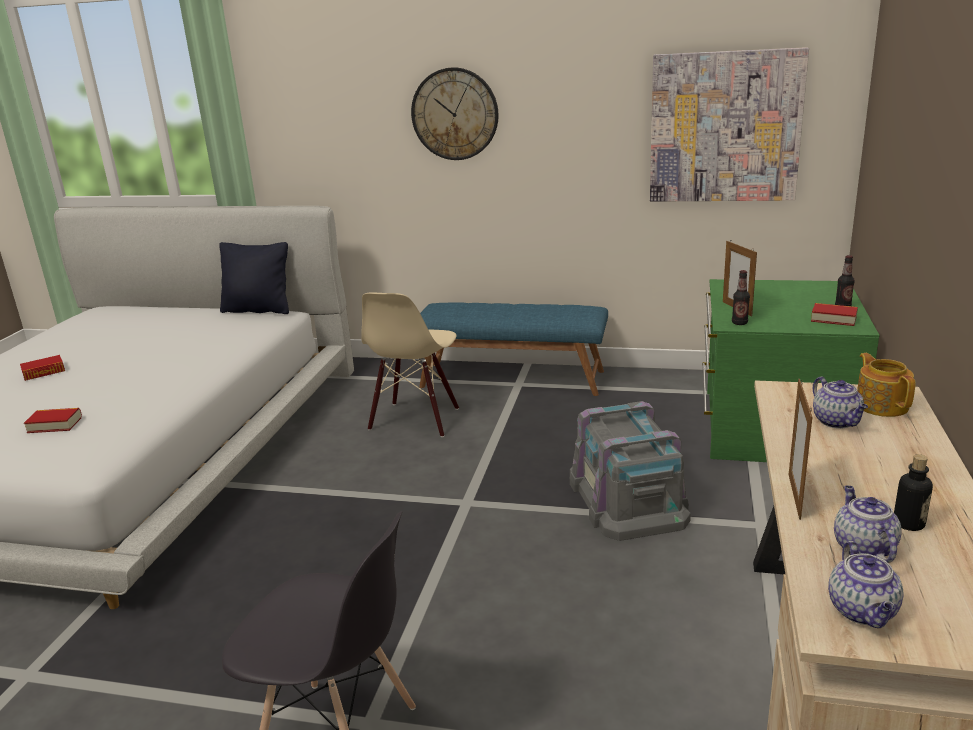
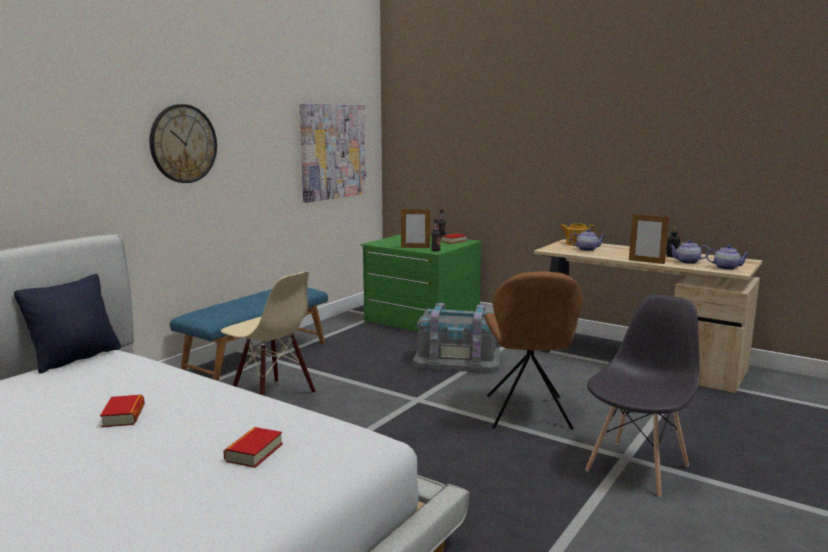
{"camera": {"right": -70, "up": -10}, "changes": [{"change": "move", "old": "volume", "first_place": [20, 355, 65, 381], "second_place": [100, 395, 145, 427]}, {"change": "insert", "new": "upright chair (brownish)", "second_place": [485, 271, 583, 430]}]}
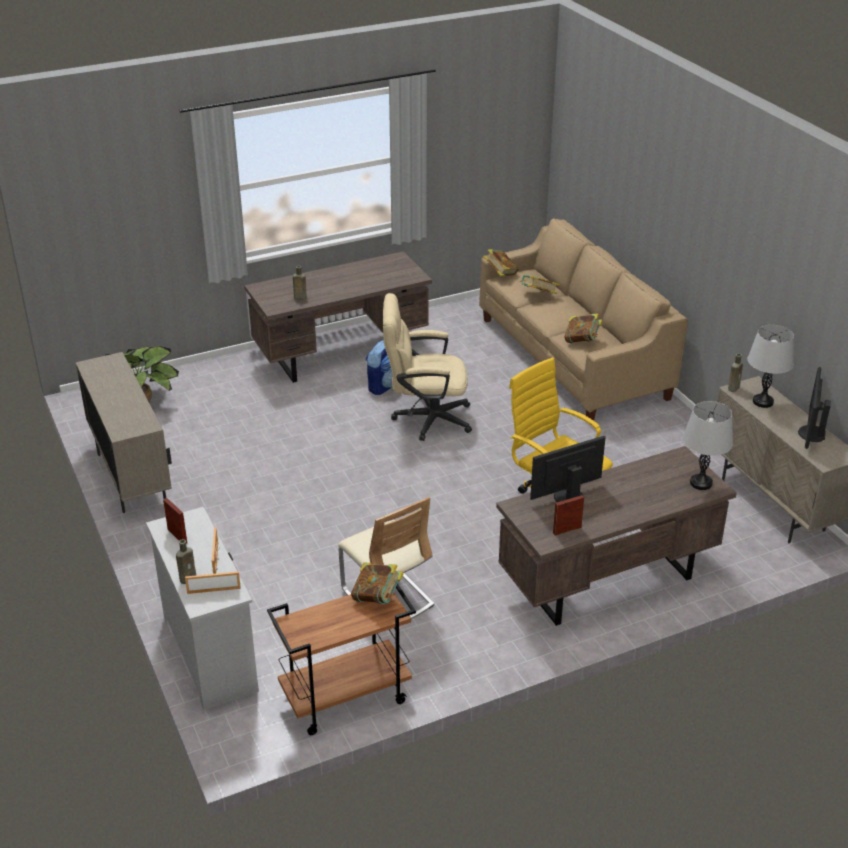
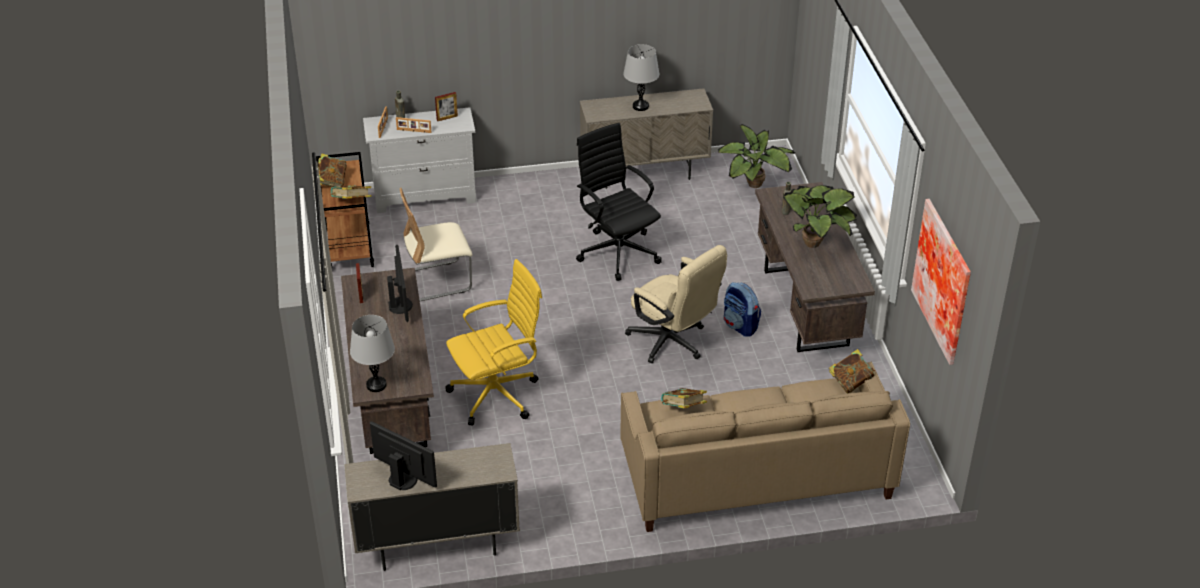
{"camera": {"right": 105, "up": 5}, "changes": [{"change": "move", "old": "volume", "first_place": [521, 275, 560, 294], "second_place": [318, 153, 347, 187]}, {"change": "insert", "new": "desk chair (blackish)", "second_place": [576, 123, 662, 281]}, {"change": "move", "old": "table lamp (greyish)", "first_place": [748, 325, 794, 408], "second_place": [623, 44, 659, 111]}, {"change": "rotate", "old": "desk chair (beige-coloured)", "first_place": [383, 293, 472, 441], "second_place": [625, 245, 727, 363], "degrees": 120}, {"change": "insert", "new": "houseplant", "second_place": [783, 185, 857, 248]}, {"change": "insert", "new": "picture", "second_place": [911, 199, 971, 365]}, {"change": "delete", "old": "beverage bottle (brownish)", "first_place": [728, 354, 743, 392]}]}
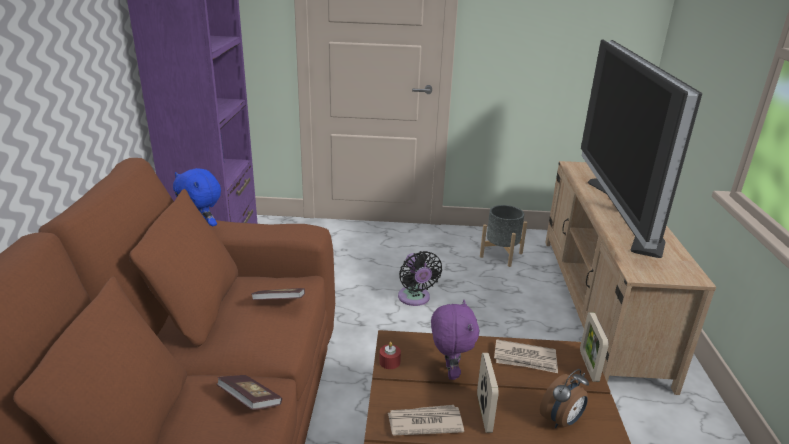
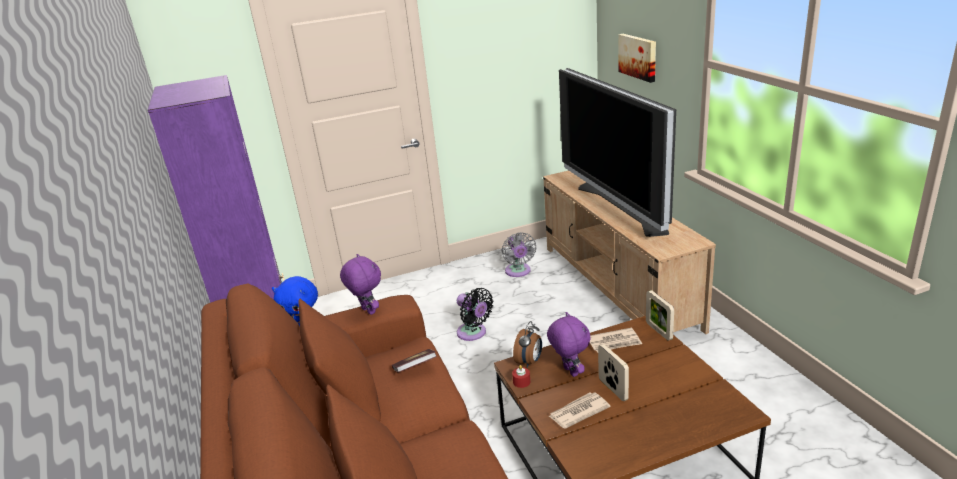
{"camera": {"right": -20, "up": 0}, "changes": [{"change": "insert", "new": "cuddly toy (purple)", "second_place": [340, 254, 381, 315]}, {"change": "replace", "old": "flower pot (greyish)", "new": "electric fan (greyish)", "first_place": [480, 205, 527, 267], "second_place": [502, 232, 537, 277]}, {"change": "move", "old": "alarm clock", "first_place": [540, 369, 589, 428], "second_place": [513, 321, 542, 368]}, {"change": "insert", "new": "picture", "second_place": [618, 34, 656, 83]}, {"change": "delete", "old": "volume", "first_place": [216, 375, 282, 410]}]}
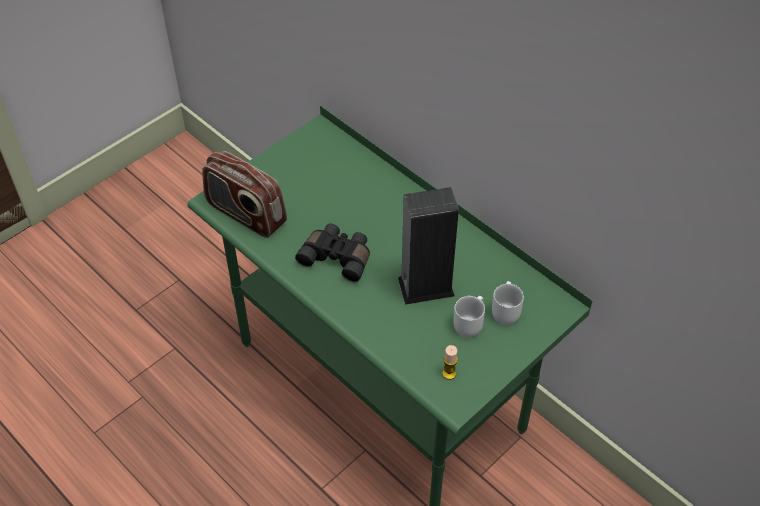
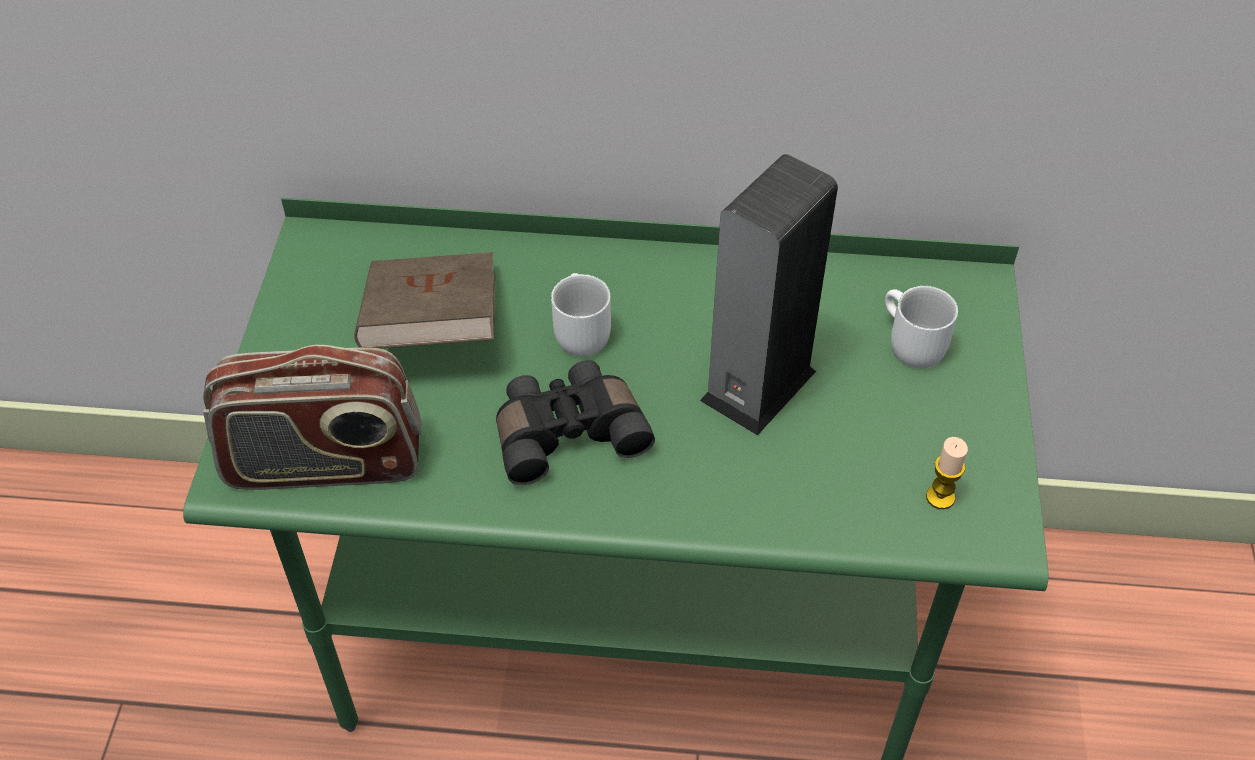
{"camera": {"right": -40, "up": 0}, "changes": [{"change": "insert", "new": "volume (brownish)", "second_place": [354, 252, 495, 349]}, {"change": "move", "old": "mug (whitish)", "first_place": [454, 296, 485, 338], "second_place": [551, 273, 611, 357]}]}
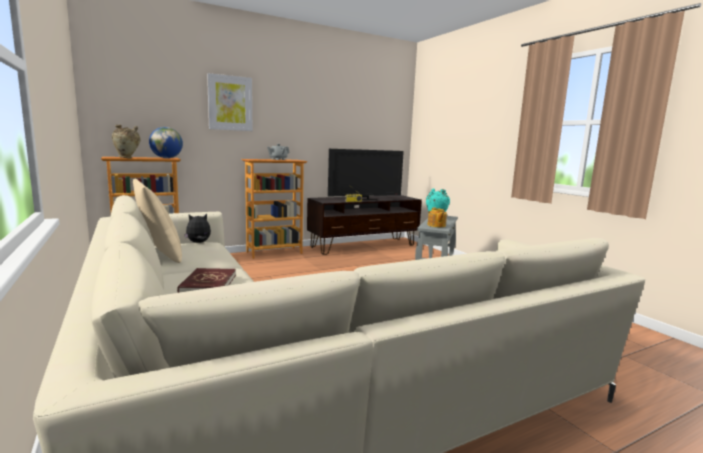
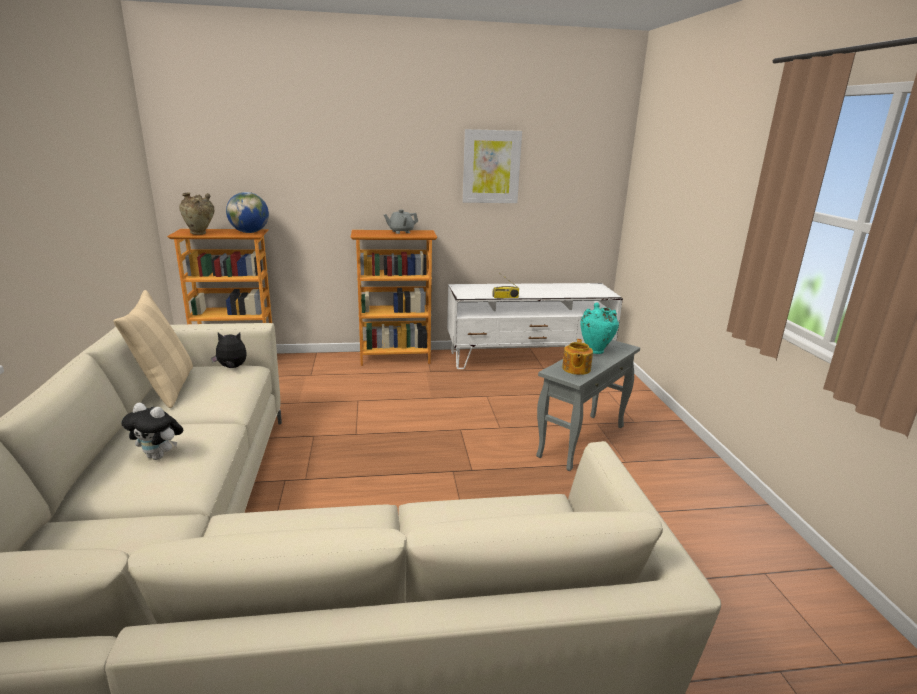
{"camera": {"right": 20, "up": 10}, "changes": [{"change": "replace", "old": "volume (reddish)", "new": "cuddly toy", "first_place": [177, 268, 236, 293], "second_place": [121, 403, 183, 460]}, {"change": "recolor", "old": "tv unit (brownish)", "new": "tv unit (whitish)", "first_place": [307, 195, 422, 255], "second_place": [447, 283, 623, 369]}, {"change": "move", "old": "picture", "first_place": [207, 73, 252, 131], "second_place": [462, 129, 522, 203]}, {"change": "delete", "old": "TV set", "first_place": [328, 149, 404, 200]}]}
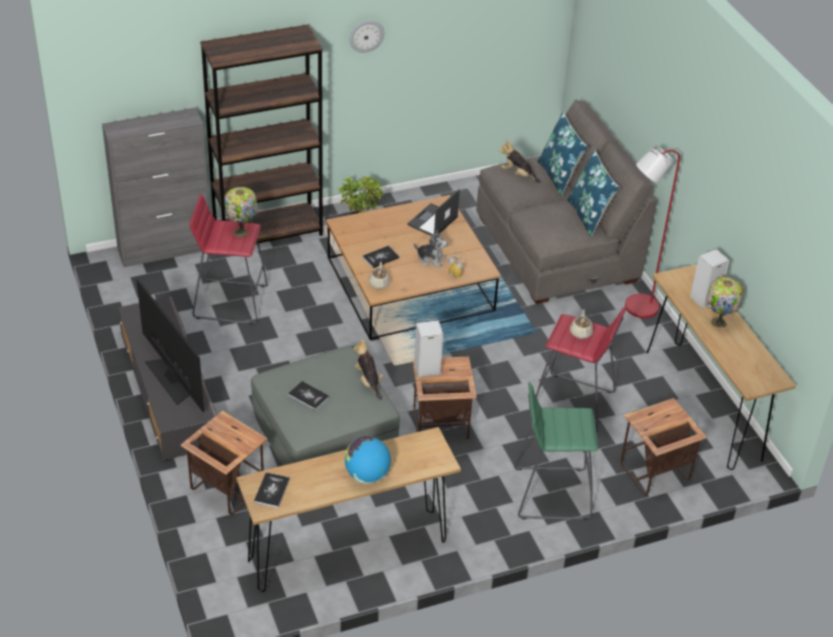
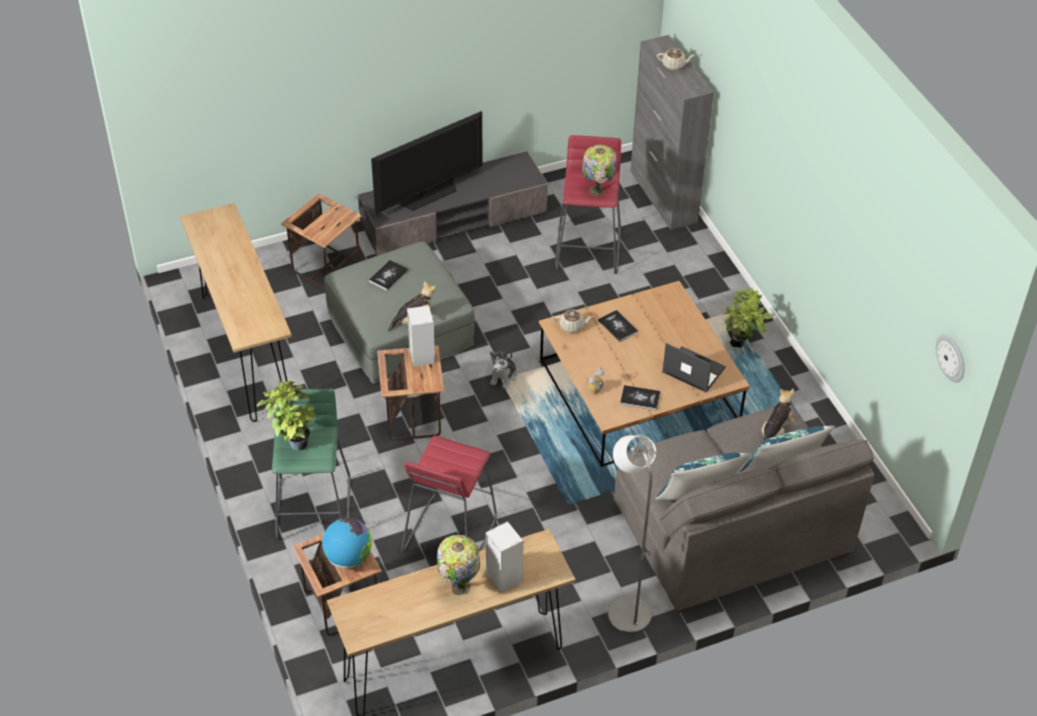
{"camera": {"right": 90, "up": 5}, "changes": [{"change": "insert", "new": "houseplant", "second_place": [257, 381, 316, 451]}, {"change": "move", "old": "desk globe", "first_place": [344, 436, 391, 484], "second_place": [322, 518, 372, 568]}, {"change": "move", "old": "cuddly toy", "first_place": [414, 230, 448, 267], "second_place": [490, 351, 517, 389]}, {"change": "recolor", "old": "standard lamp (reddish)", "new": "standard lamp (greyish)", "first_place": [625, 145, 680, 318], "second_place": [608, 435, 657, 634]}, {"change": "move", "old": "volume", "first_place": [254, 472, 290, 508], "second_place": [620, 385, 660, 410]}, {"change": "move", "old": "tea pot (beige-coloured)", "first_place": [570, 309, 594, 339], "second_place": [657, 49, 695, 70]}, {"change": "move", "old": "wall clock", "first_place": [349, 20, 384, 53], "second_place": [936, 335, 964, 382]}, {"change": "delete", "old": "shelving unit (brownish)", "first_place": [200, 24, 323, 244]}]}
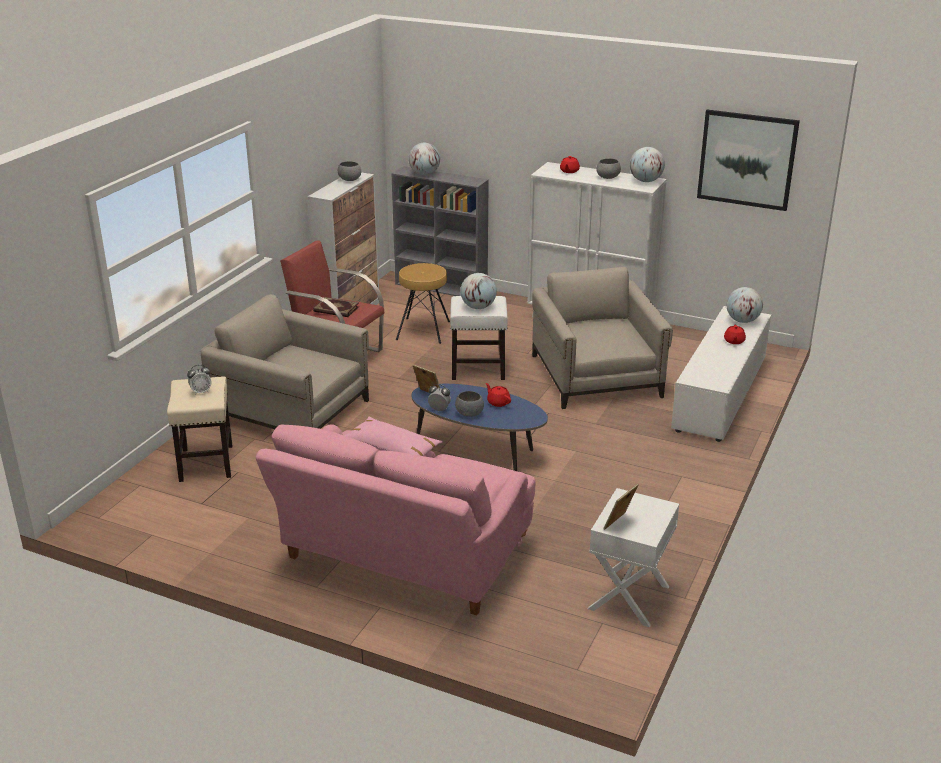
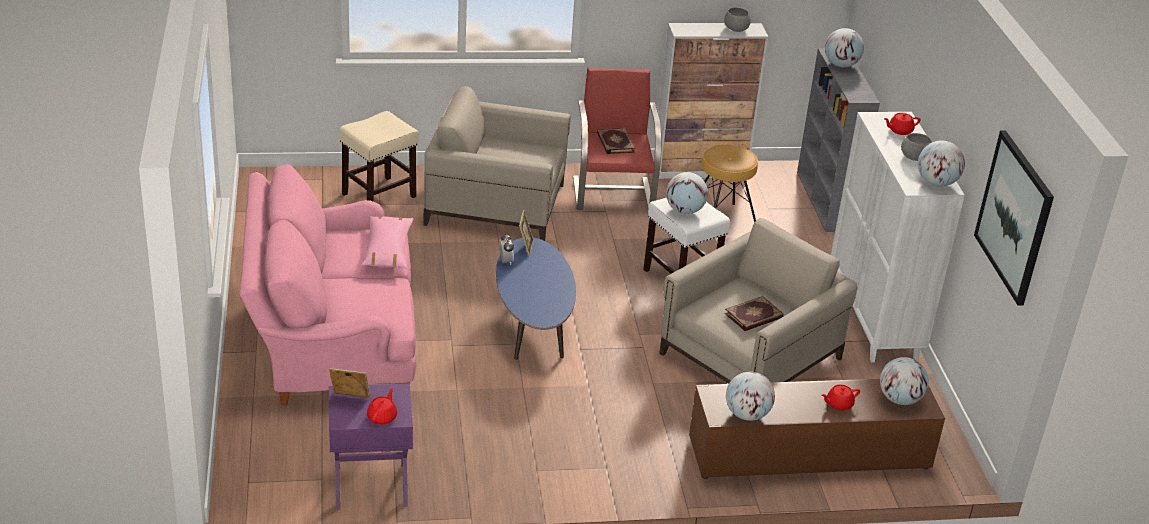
{"camera": {"right": 55, "up": 5}, "changes": [{"change": "recolor", "old": "nightstand (whitish)", "new": "nightstand (purple)", "first_place": [588, 488, 679, 627], "second_place": [329, 383, 413, 510]}, {"change": "move", "old": "tea pot (reddish)", "first_place": [486, 383, 511, 407], "second_place": [367, 388, 397, 424]}, {"change": "rotate", "old": "armchair (beige-coloured)", "first_place": [201, 294, 369, 429], "second_place": [423, 86, 571, 241], "degrees": -75}, {"change": "recolor", "old": "tv unit (whitish)", "new": "tv unit (brownish)", "first_place": [671, 306, 771, 442], "second_place": [689, 379, 945, 479]}, {"change": "insert", "new": "volume", "second_place": [725, 296, 784, 331]}, {"change": "insert", "new": "desk globe", "second_place": [726, 371, 775, 421]}, {"change": "delete", "old": "alarm clock", "first_place": [187, 365, 211, 395]}, {"change": "delete", "old": "bowl (greyish)", "first_place": [455, 391, 484, 417]}]}
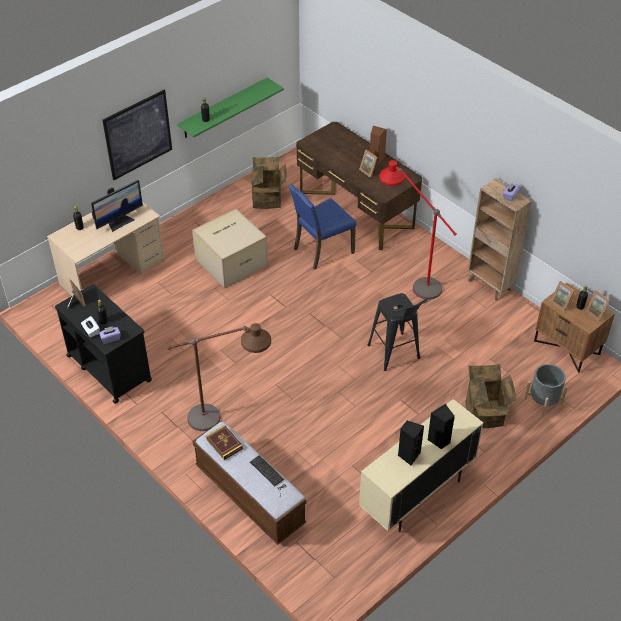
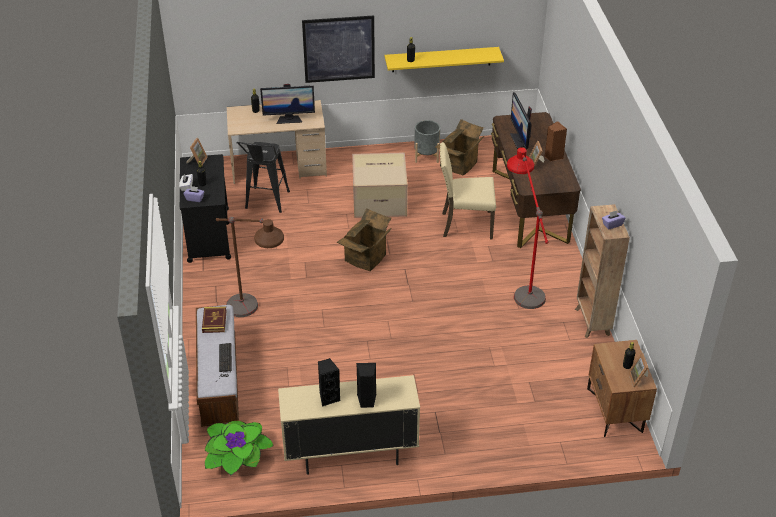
{"camera": {"right": 35, "up": -5}, "changes": [{"change": "insert", "new": "houseplant", "second_place": [205, 421, 274, 475]}, {"change": "move", "old": "stool seat (blackish)", "first_place": [368, 293, 431, 371], "second_place": [236, 142, 290, 213]}, {"change": "move", "old": "packing box", "first_place": [466, 364, 516, 428], "second_place": [337, 208, 392, 271]}, {"change": "recolor", "old": "shelf (green-coloured)", "new": "shelf (yellow-coloured)", "first_place": [177, 78, 284, 138], "second_place": [385, 47, 504, 72]}, {"change": "move", "old": "flower pot (greyish)", "first_place": [524, 364, 568, 417], "second_place": [414, 120, 440, 163]}, {"change": "recolor", "old": "upright chair (blue-coloured)", "new": "upright chair (beige-coloured)", "first_place": [288, 184, 357, 270], "second_place": [440, 142, 496, 240]}, {"change": "insert", "new": "computer display", "second_place": [510, 92, 532, 150]}, {"change": "delete", "old": "photo frame", "first_place": [550, 281, 575, 311]}]}
